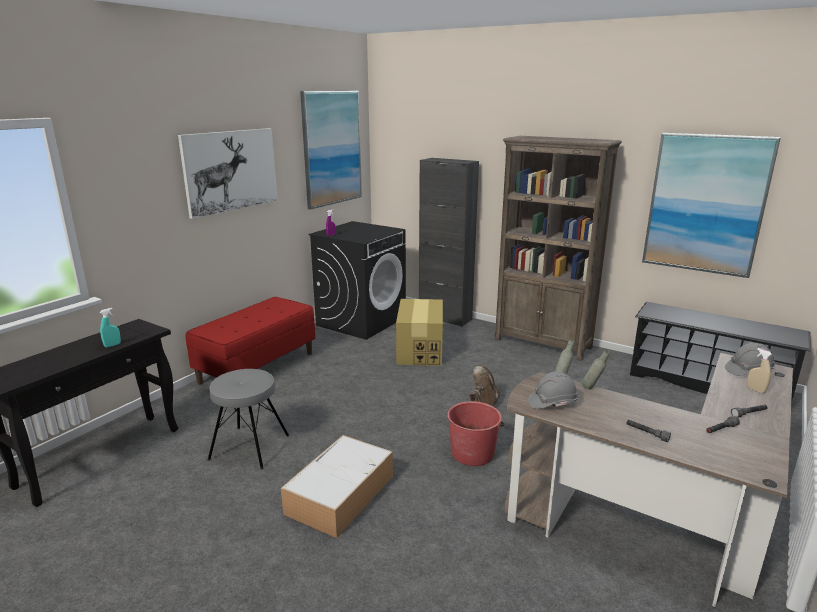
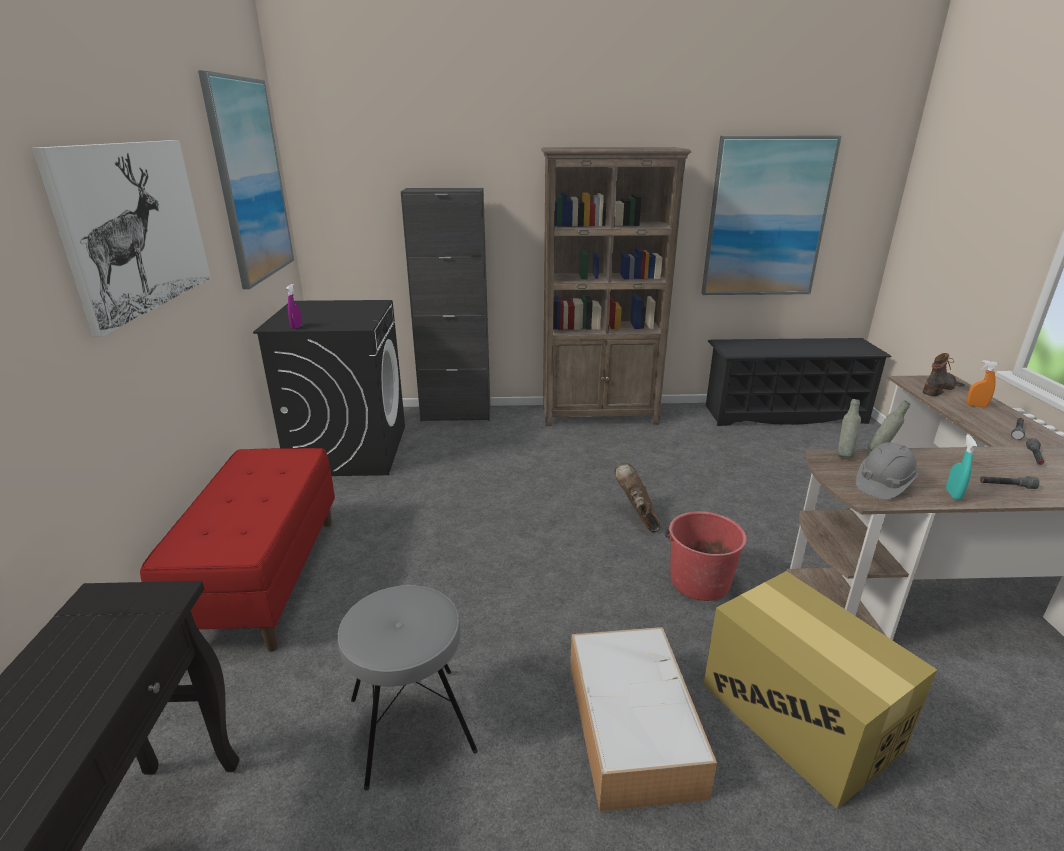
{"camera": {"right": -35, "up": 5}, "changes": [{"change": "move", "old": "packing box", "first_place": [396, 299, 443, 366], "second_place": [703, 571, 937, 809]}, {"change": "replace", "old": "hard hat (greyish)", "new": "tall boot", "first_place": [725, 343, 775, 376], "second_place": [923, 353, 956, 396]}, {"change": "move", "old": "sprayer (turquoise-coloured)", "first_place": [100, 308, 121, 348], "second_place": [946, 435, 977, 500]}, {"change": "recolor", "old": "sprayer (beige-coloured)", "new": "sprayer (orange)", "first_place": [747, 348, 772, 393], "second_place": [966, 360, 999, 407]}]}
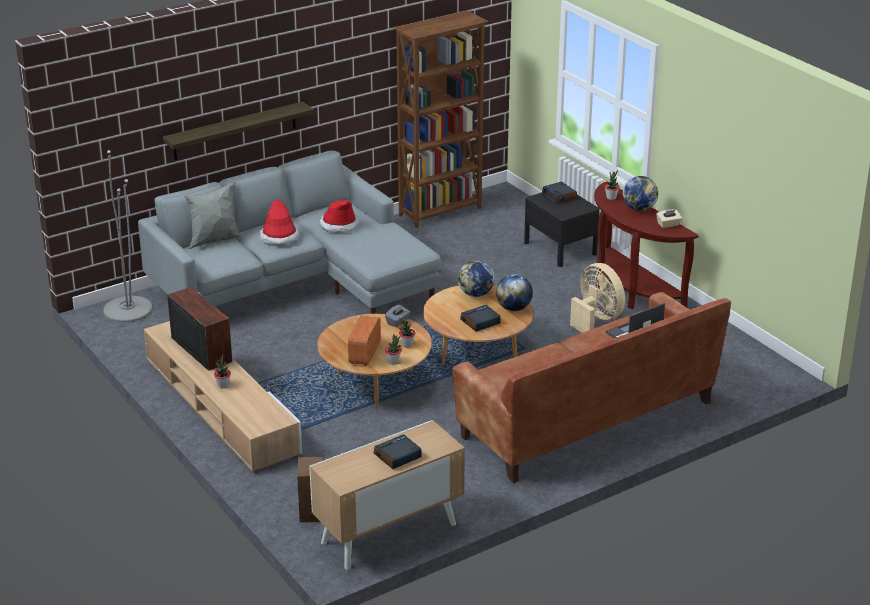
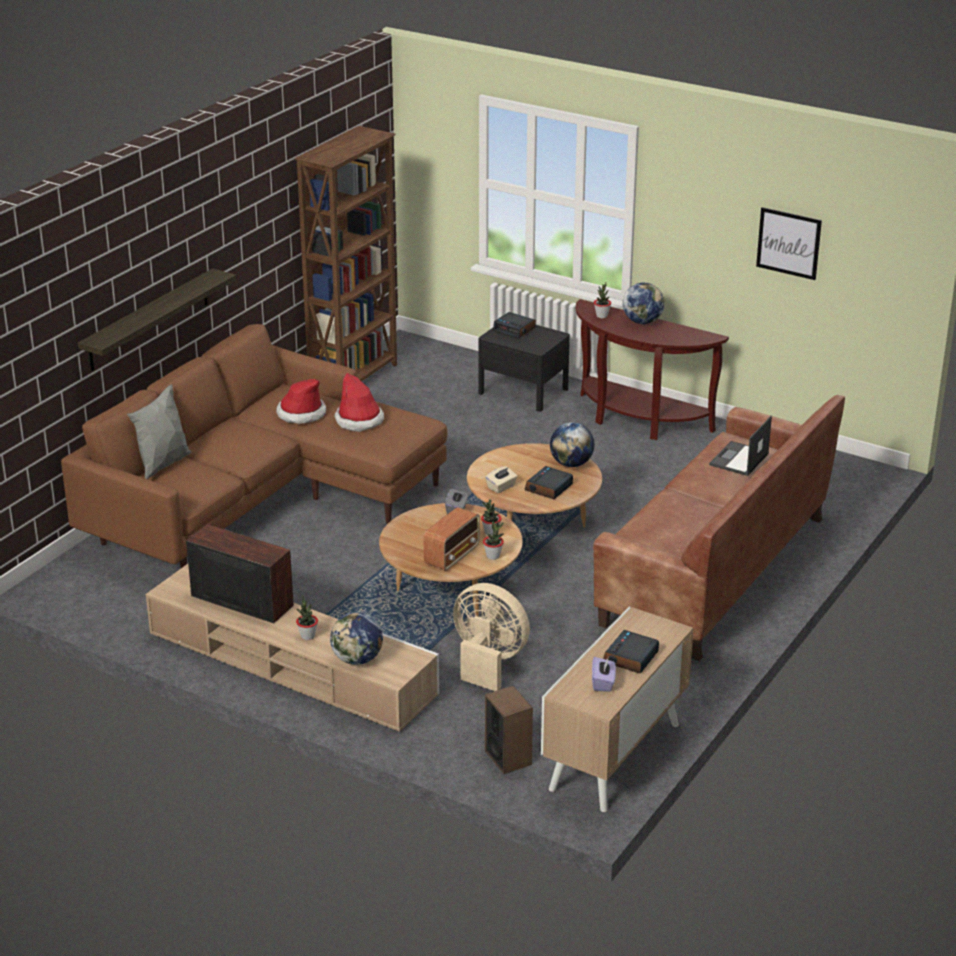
{"camera": {"right": -25, "up": 0}, "changes": [{"change": "recolor", "old": "settee (greyish)", "new": "settee (brownish)", "first_place": [138, 151, 441, 314], "second_place": [61, 324, 448, 568]}, {"change": "move", "old": "desk globe", "first_place": [458, 260, 495, 297], "second_place": [330, 612, 383, 665]}, {"change": "move", "old": "hat", "first_place": [260, 199, 299, 246], "second_place": [334, 373, 384, 432]}, {"change": "rotate", "old": "radio set", "first_place": [348, 315, 381, 366], "second_place": [424, 507, 480, 571], "degrees": -135}, {"change": "move", "old": "electric fan (beige-coloured)", "first_place": [570, 263, 625, 333], "second_place": [453, 583, 530, 691]}, {"change": "move", "old": "tissue holder (beige-coloured)", "first_place": [656, 209, 682, 228], "second_place": [485, 466, 518, 493]}, {"change": "insert", "new": "tissue holder (purple)", "second_place": [592, 657, 616, 692]}, {"change": "insert", "new": "picture", "second_place": [756, 207, 822, 280]}, {"change": "delete", "old": "standard lamp (greyish)", "first_place": [103, 150, 153, 322]}]}
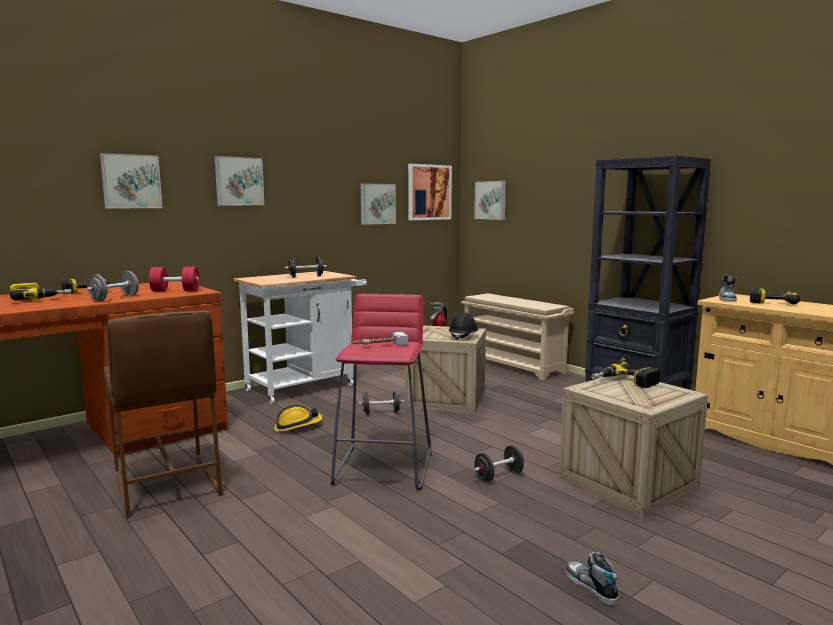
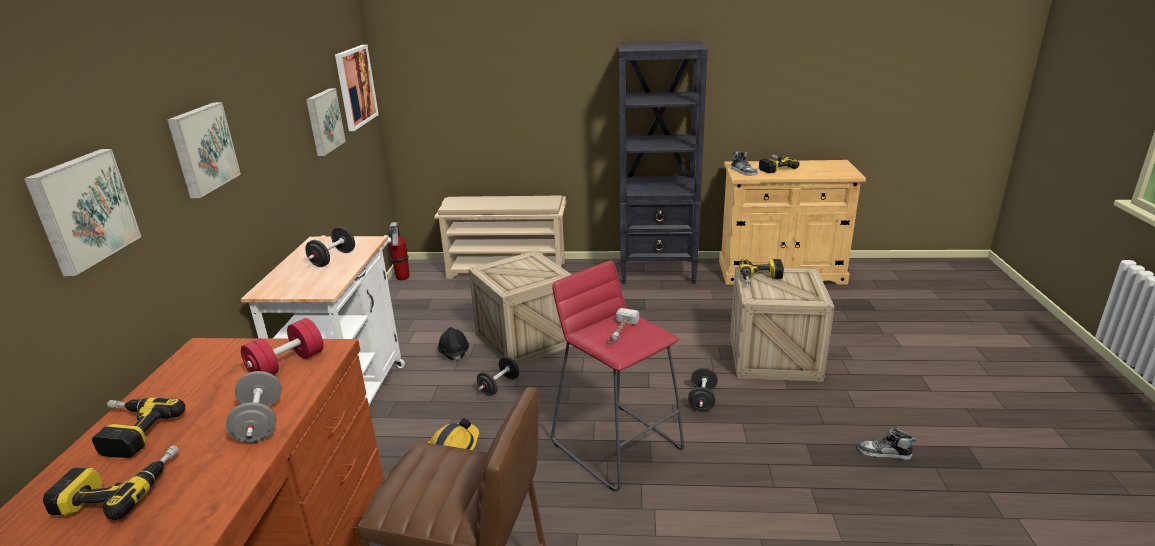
{"camera": {"right": -45, "up": 15}, "changes": [{"change": "move", "old": "hard hat (blackish)", "first_place": [449, 313, 479, 341], "second_place": [438, 327, 469, 362]}, {"change": "delete", "old": "picture", "first_place": [474, 181, 506, 220]}]}
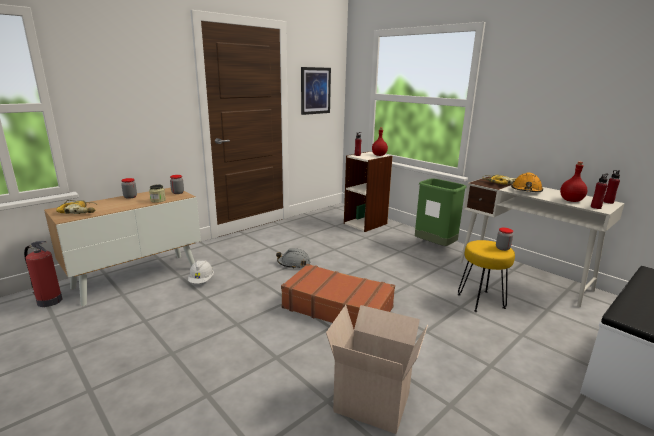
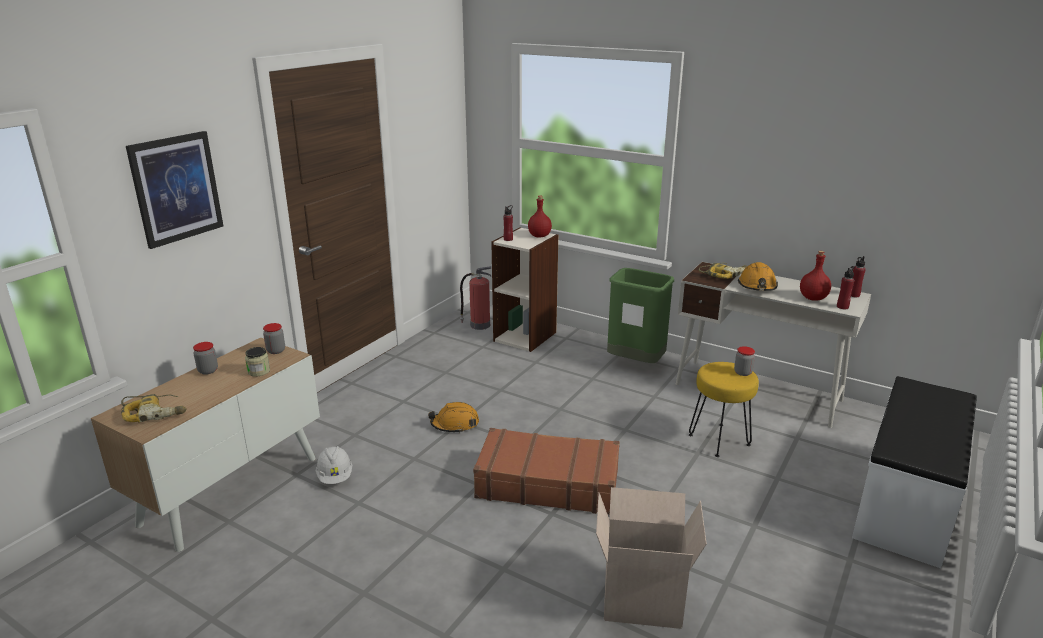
{"camera": {"right": -15, "up": 5}, "changes": [{"change": "move", "old": "picture", "first_place": [301, 67, 331, 115], "second_place": [126, 131, 223, 249]}, {"change": "recolor", "old": "hard hat (greyish)", "new": "hard hat (orange)", "first_place": [276, 248, 310, 269], "second_place": [428, 402, 479, 433]}, {"change": "move", "old": "extinguisher", "first_place": [24, 241, 62, 307], "second_place": [460, 266, 492, 330]}]}
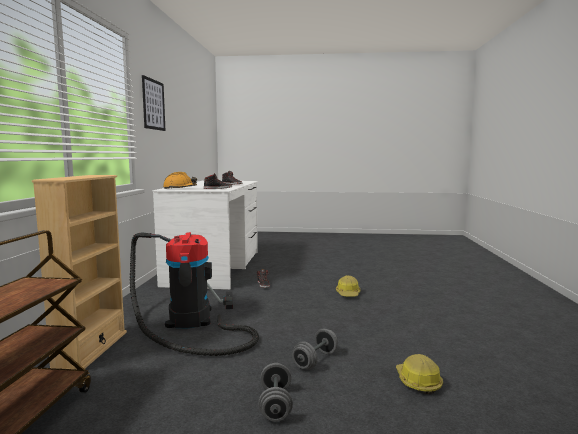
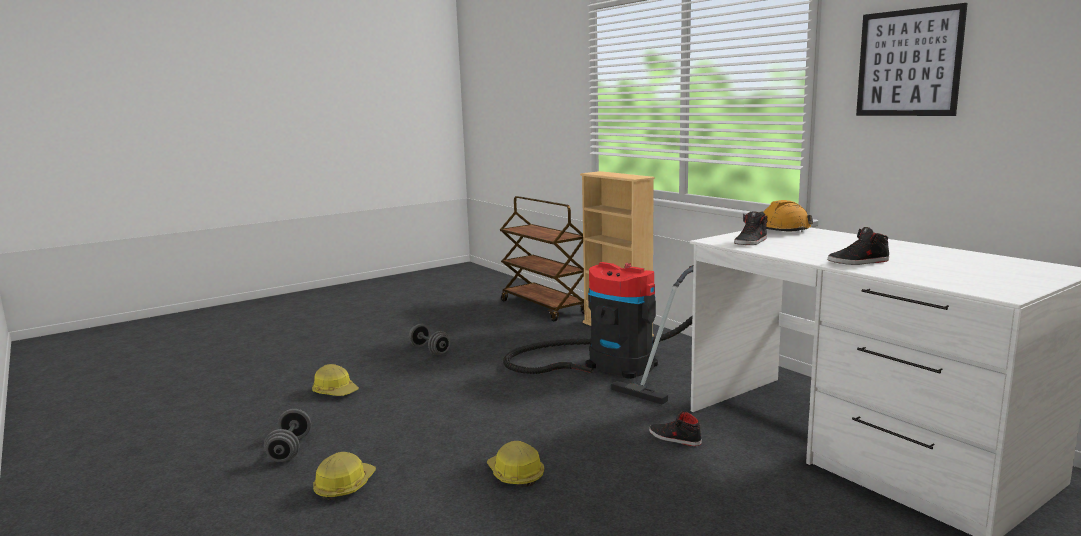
{"camera": {"right": 140, "up": 5}, "changes": [{"change": "move", "old": "free weight (greyish)", "first_place": [292, 329, 338, 369], "second_place": [264, 409, 311, 462]}, {"change": "insert", "new": "hard hat", "second_place": [313, 452, 376, 500]}]}
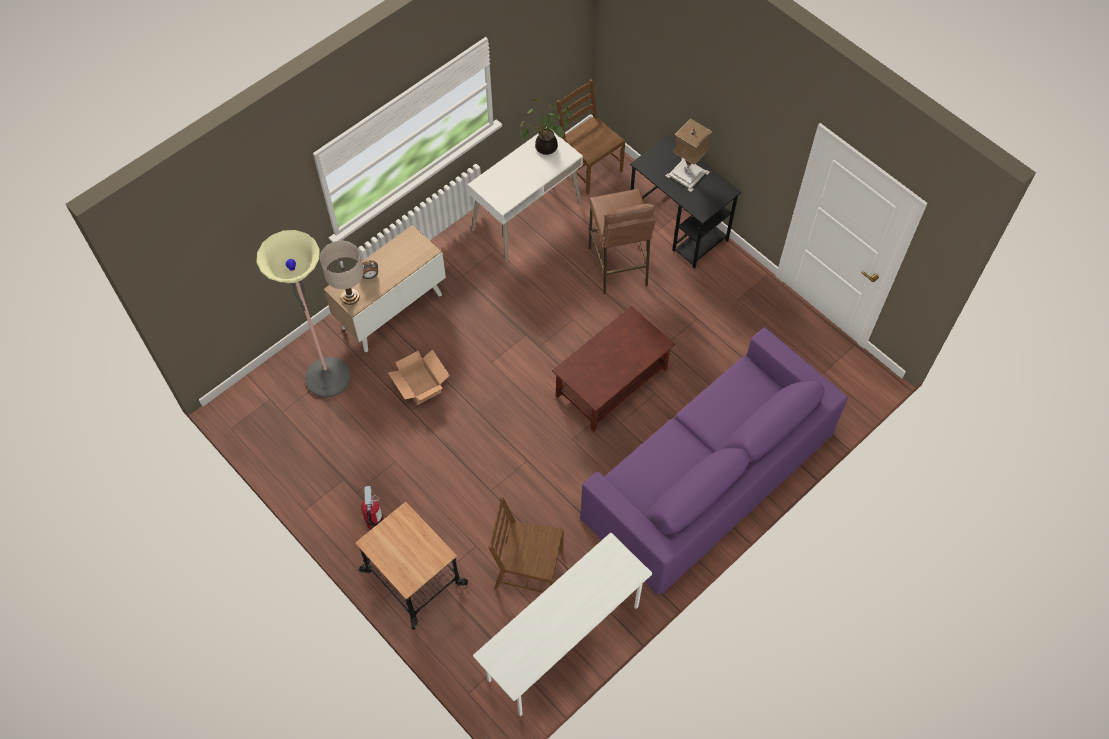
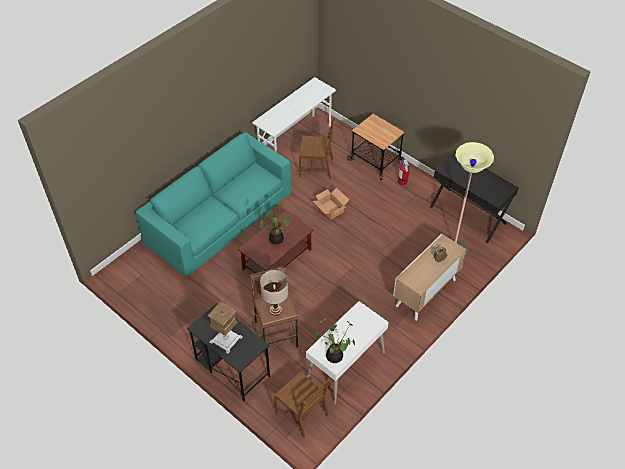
{"camera": {"right": 175, "up": -10}, "changes": [{"change": "recolor", "old": "settee (purple)", "new": "settee (turquoise-coloured)", "first_place": [580, 327, 848, 595], "second_place": [136, 132, 292, 277]}, {"change": "insert", "new": "houseplant", "second_place": [256, 204, 290, 245]}, {"change": "move", "old": "table lamp (beige-coloured)", "first_place": [320, 241, 364, 305], "second_place": [260, 270, 288, 316]}, {"change": "move", "old": "packing box", "first_place": [388, 349, 450, 405], "second_place": [313, 187, 349, 220]}, {"change": "insert", "new": "narrow table (blackish)", "second_place": [430, 152, 518, 243]}]}
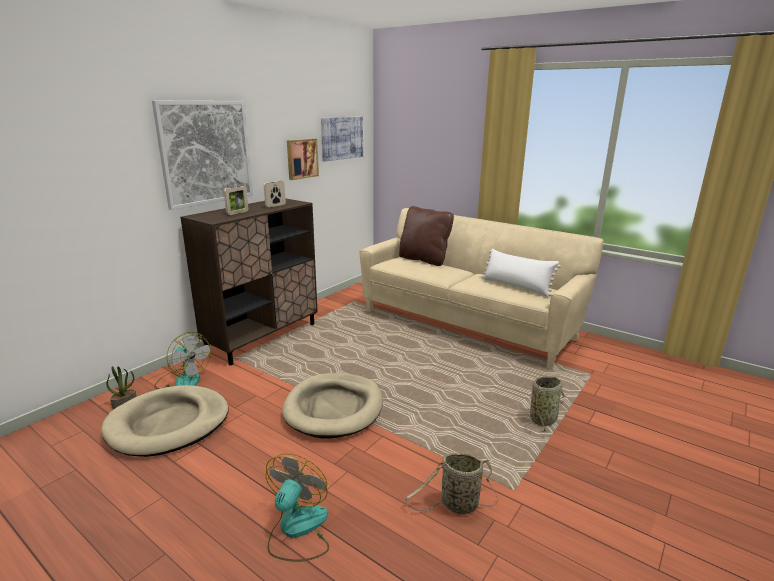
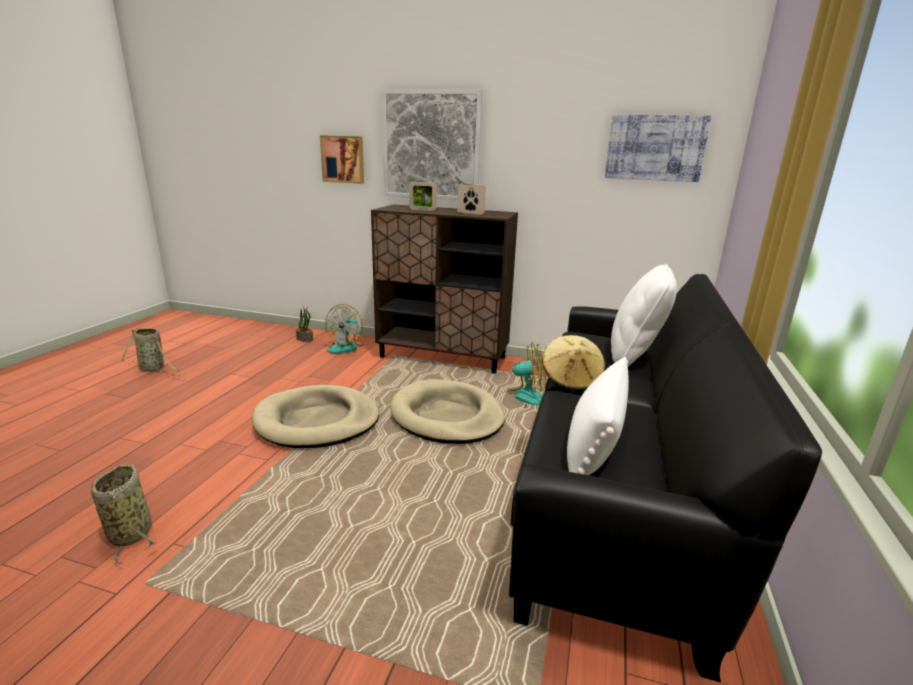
{"camera": {"right": 70, "up": 0}, "changes": [{"change": "move", "old": "basket", "first_place": [525, 376, 567, 432], "second_place": [121, 328, 179, 372]}, {"change": "move", "old": "picture", "first_place": [287, 138, 319, 180], "second_place": [320, 135, 364, 184]}, {"change": "move", "old": "pet bed (beige-coloured)", "first_place": [101, 385, 229, 457], "second_place": [390, 379, 505, 444]}, {"change": "move", "old": "electric fan", "first_place": [266, 453, 329, 562], "second_place": [499, 342, 546, 408]}, {"change": "recolor", "old": "settee (beige-coloured)", "new": "settee (blackish)", "first_place": [359, 208, 603, 369], "second_place": [509, 274, 822, 682]}, {"change": "insert", "new": "hat (beige-coloured)", "second_place": [542, 335, 605, 390]}, {"change": "recolor", "old": "cushion (brownish)", "new": "cushion (whitish)", "first_place": [399, 206, 454, 266], "second_place": [611, 264, 677, 366]}]}
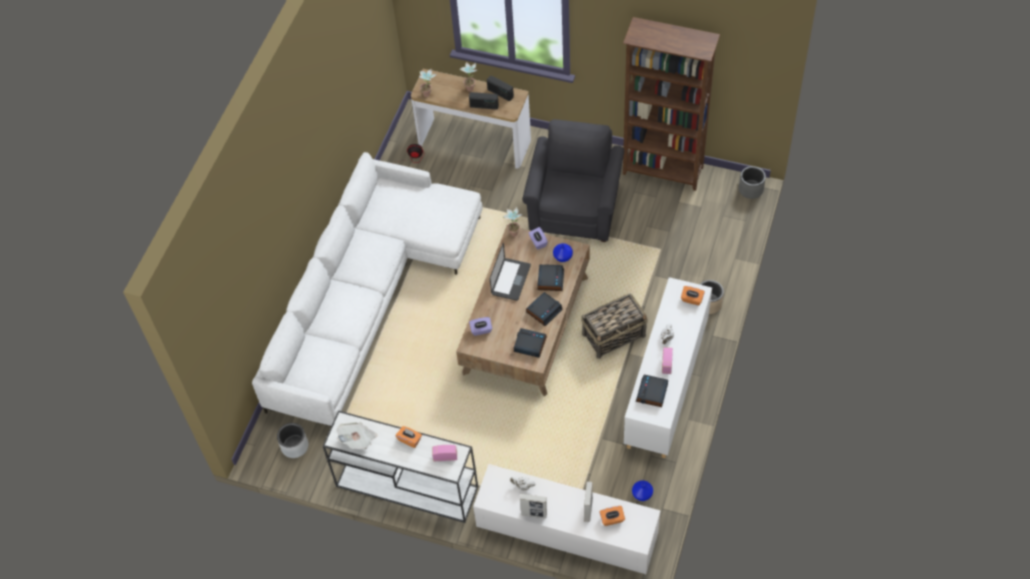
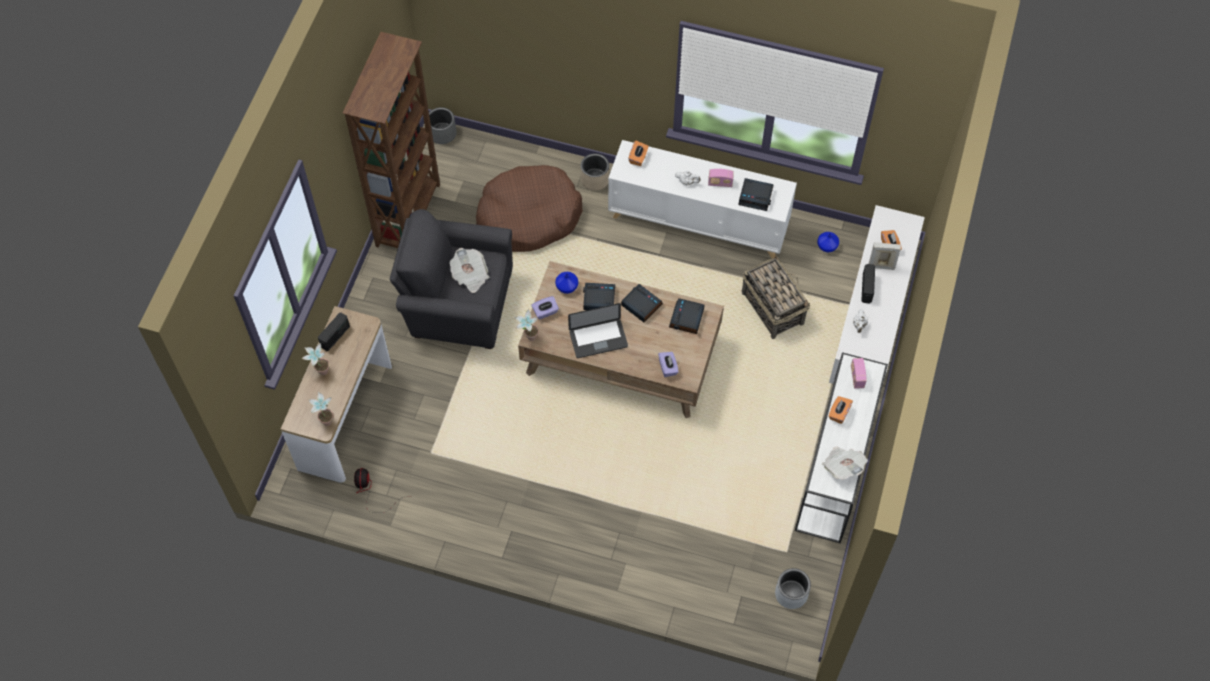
{"camera": {"right": -95, "up": 5}, "changes": [{"change": "insert", "new": "newspaper", "second_place": [449, 248, 489, 293]}, {"change": "insert", "new": "pet bed (brownish)", "second_place": [476, 165, 583, 252]}, {"change": "rotate", "old": "notebook computer", "first_place": [490, 242, 531, 301], "second_place": [568, 303, 628, 358], "degrees": 150}, {"change": "move", "old": "basket", "first_place": [581, 293, 648, 359], "second_place": [742, 255, 810, 339]}, {"change": "move", "old": "radio set", "first_place": [469, 92, 499, 110], "second_place": [861, 264, 875, 303]}, {"change": "delete", "old": "settee (whitish)", "first_place": [252, 152, 483, 426]}, {"change": "delete", "old": "photo frame", "first_place": [520, 494, 547, 518]}]}
